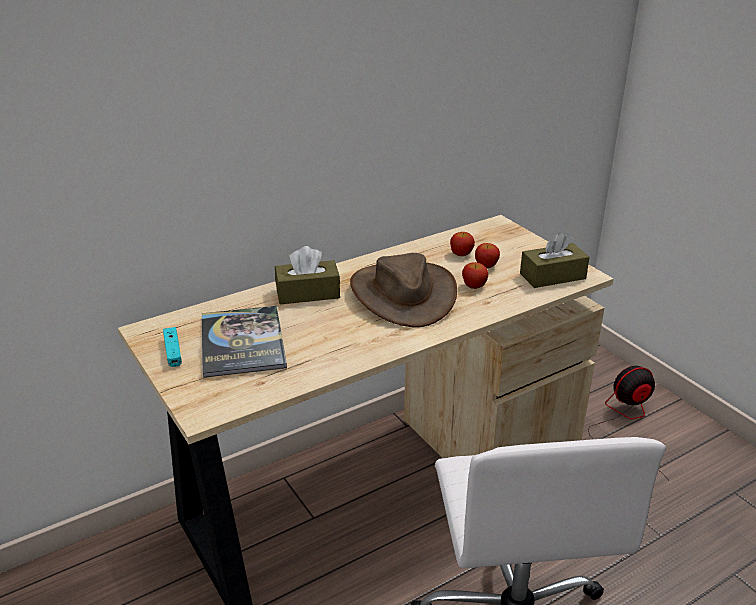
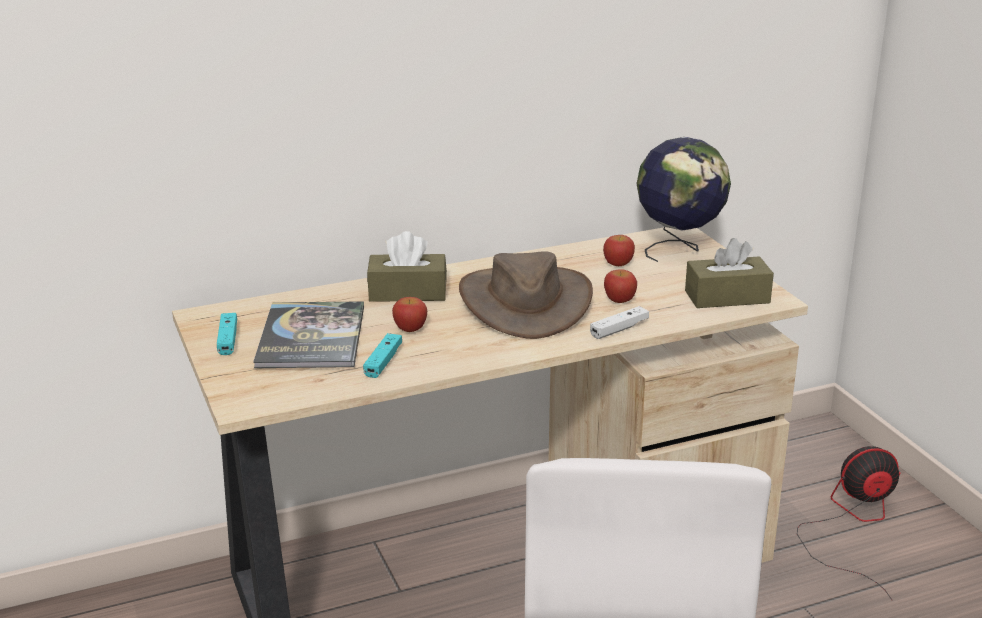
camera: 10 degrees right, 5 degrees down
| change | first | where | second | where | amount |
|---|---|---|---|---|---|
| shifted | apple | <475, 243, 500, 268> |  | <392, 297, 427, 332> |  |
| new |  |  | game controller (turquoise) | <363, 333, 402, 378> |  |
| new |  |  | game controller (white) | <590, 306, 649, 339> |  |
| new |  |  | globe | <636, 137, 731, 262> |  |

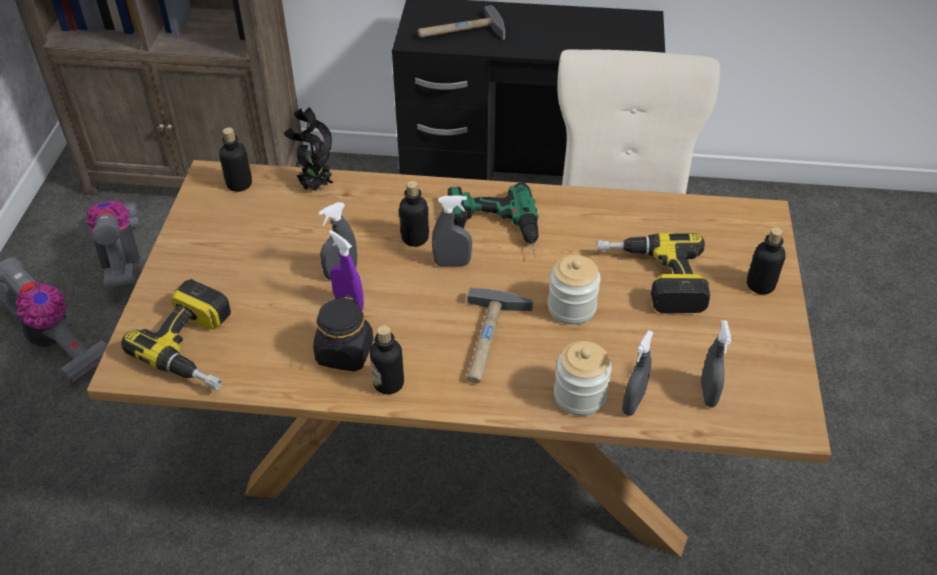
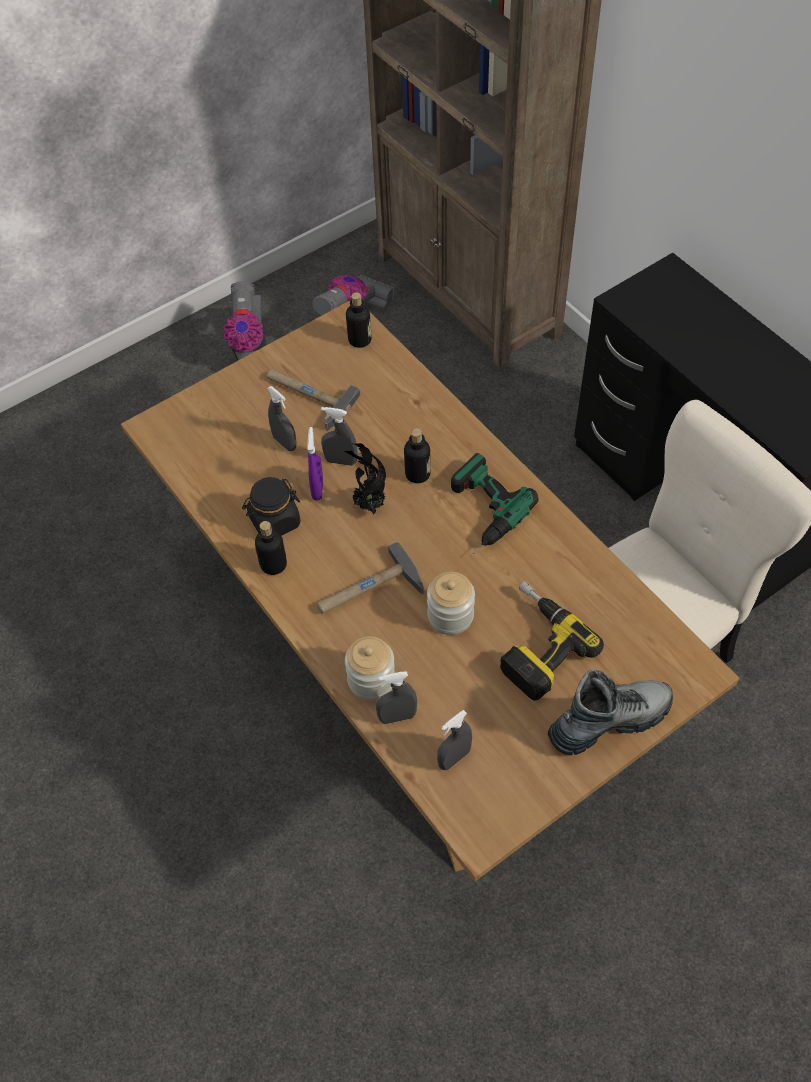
camera: 50 degrees right, 10 degrees up
| change | first | where | second | where | amount |
|---|---|---|---|---|---|
| gone | power drill | <121, 279, 231, 390> |  |  |  |
| shifted | potted plant | <284, 107, 334, 191> |  | <344, 443, 386, 515> |  |
| shifted | hammer | <418, 5, 505, 40> |  | <267, 369, 360, 431> |  |
| shifted | spray bottle (grey) | <432, 195, 472, 266> |  | <267, 386, 297, 451> |  |
| swapped | bottle | <747, 227, 786, 294> | boot | <548, 670, 673, 755> |  |

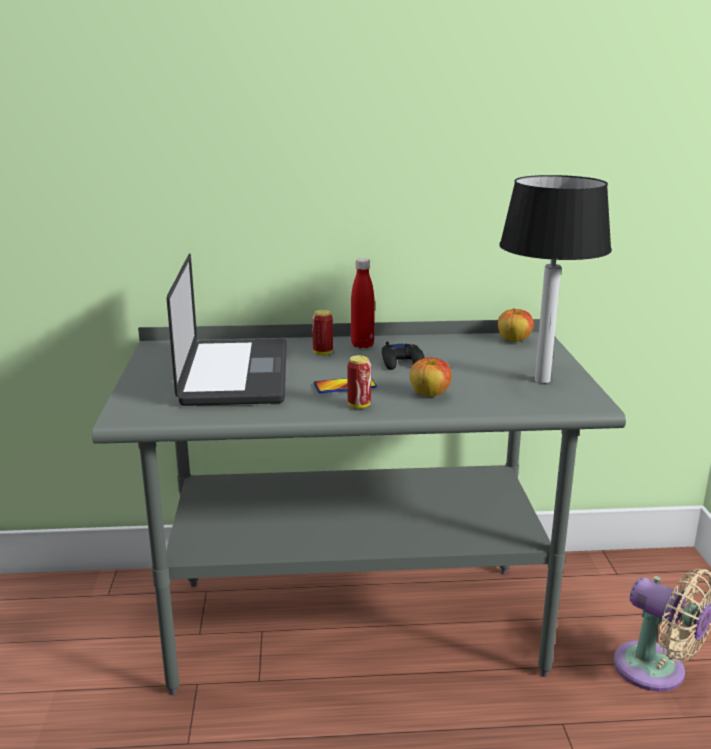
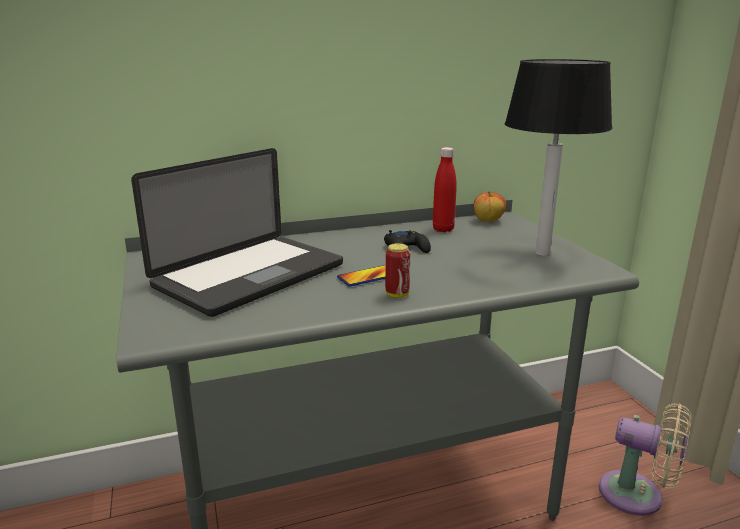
camera: 15 degrees left, 0 degrees up
| change | first | where | second | where | amount |
|---|---|---|---|---|---|
| rotated | laptop | <167, 253, 287, 406> |  | <131, 148, 343, 317> | 60 degrees clockwise |
| gone | can | <312, 310, 333, 355> |  |  |  |
| shifted | bottle (red) | <351, 258, 375, 348> |  | <433, 147, 457, 232> |  |
| gone | apple | <410, 357, 451, 397> |  |  |  |

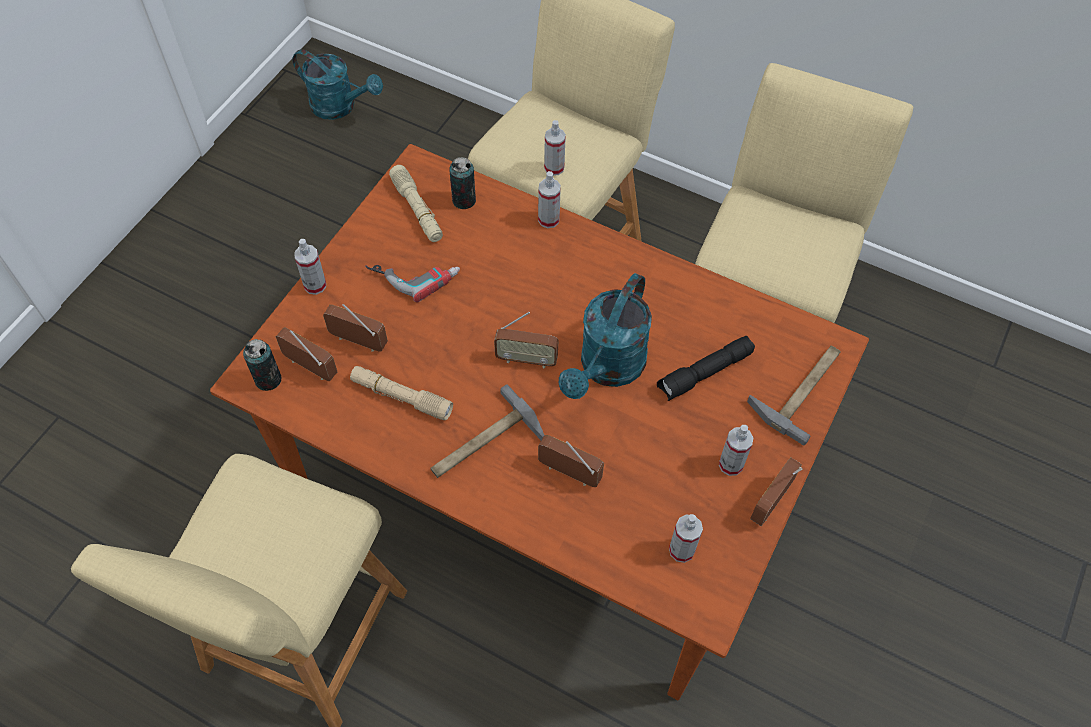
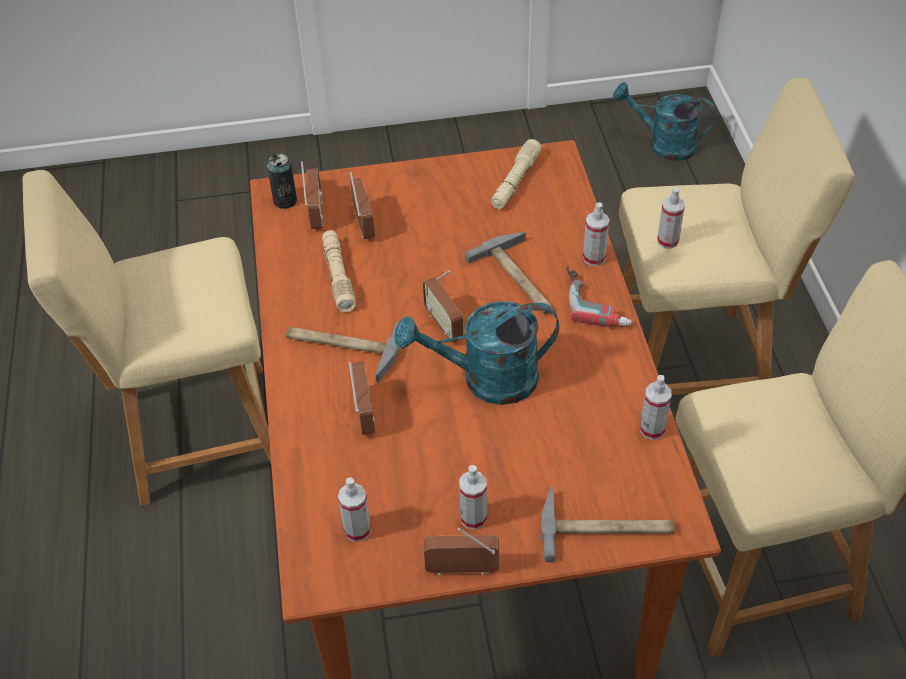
camera: 55 degrees right, 10 degrees down
| change | first | where | second | where | amount |
|---|---|---|---|---|---|
| rotated | watering can (turquoise) | <293, 49, 383, 120> |  | <613, 82, 716, 161> | 120 degrees clockwise |
| shifted | spray bottle | <294, 239, 326, 295> |  | <640, 375, 671, 440> |  |
| shifted | power drill | <365, 265, 460, 303> |  | <566, 266, 632, 327> |  |
| gone | can | <449, 157, 476, 209> |  |  |  |
| gone | flashlight (black) | <657, 336, 755, 401> |  |  |  |
| new |  |  | hammer | <465, 232, 554, 314> |  |

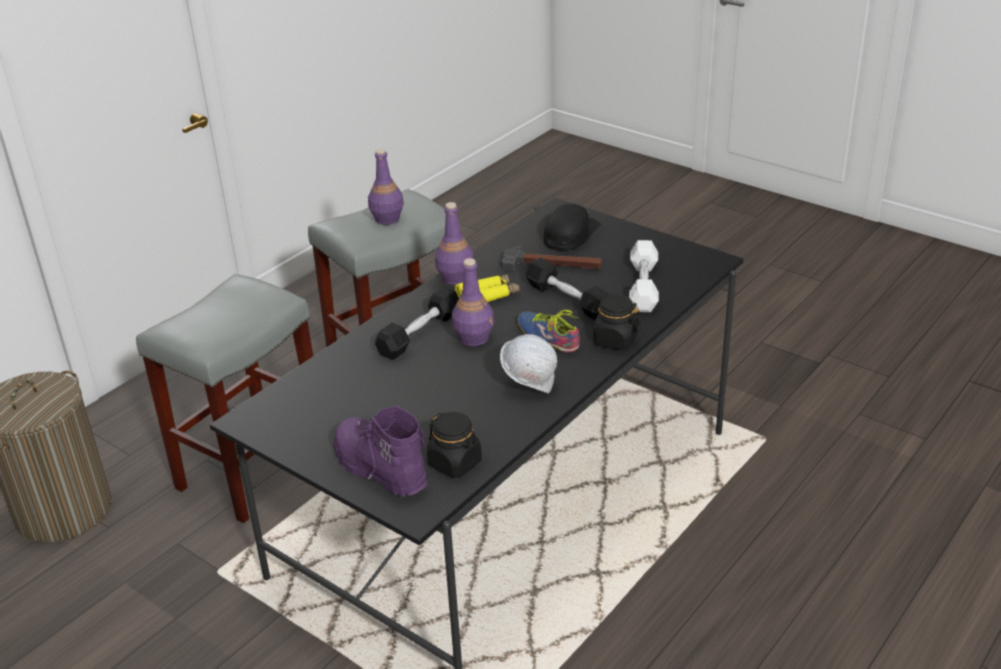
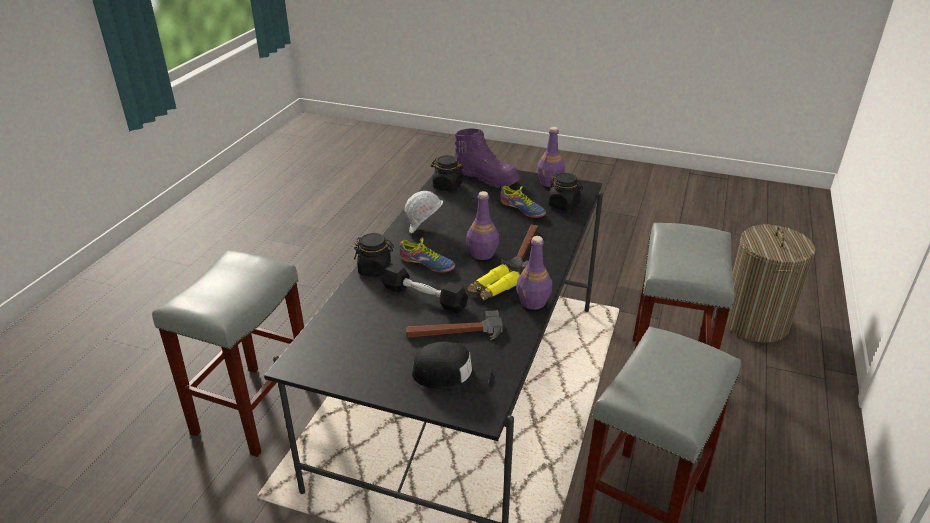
camera: 160 degrees right, 0 degrees up
| change | first | where | second | where | amount |
|---|---|---|---|---|---|
| shifted | bottle (purple) | <368, 148, 404, 225> |  | <537, 127, 565, 187> |  |
| swapped | dumbbell (black) | <375, 287, 459, 360> | hammer | <501, 224, 538, 273> |  |
| rotated | cap (black) | <544, 204, 601, 251> |  | <412, 341, 493, 394> | 90 degrees counterclockwise |
| gone | dumbbell (white) | <629, 240, 659, 312> |  |  |  |
| new |  |  | stool (grey) | <152, 250, 304, 457> |  |
| new |  |  | shoe | <501, 186, 546, 218> |  |
| new |  |  | jar (black) | <548, 173, 583, 211> |  |

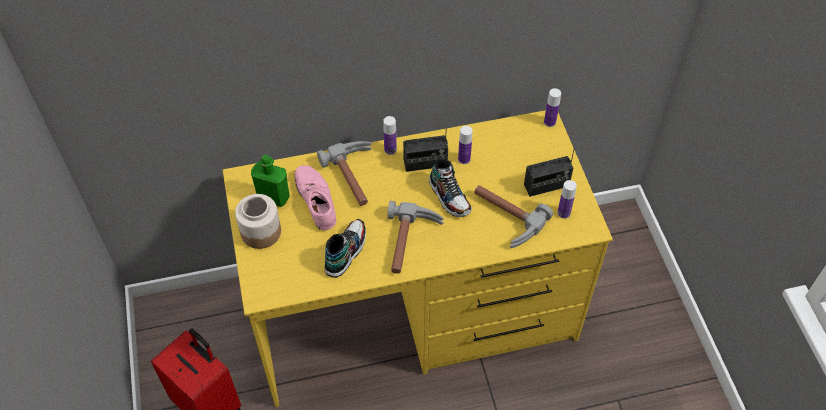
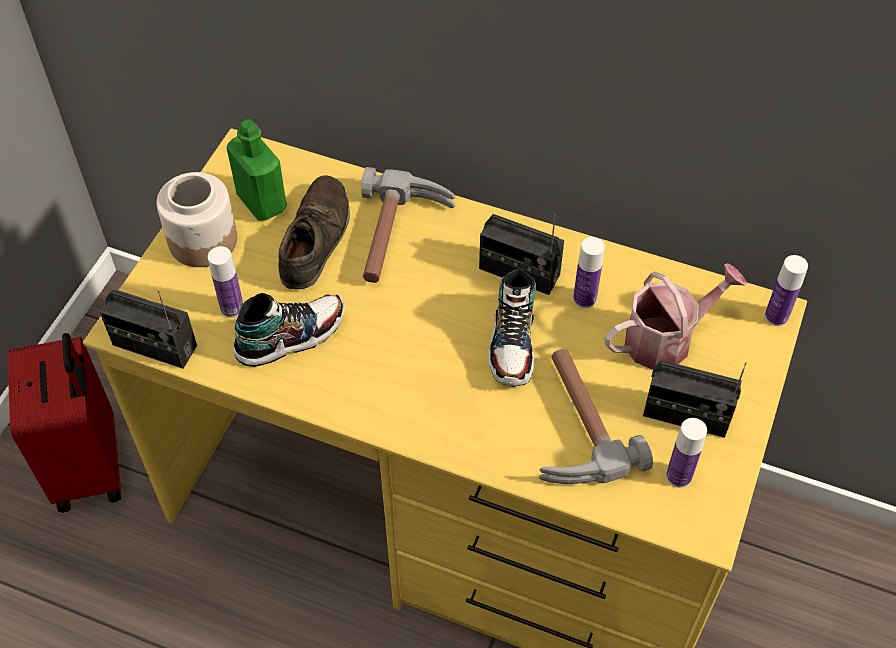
camera: 35 degrees right, 0 degrees up
| change | first | where | second | where | amount |
|---|---|---|---|---|---|
| repainted | shoe (pink) | <295, 165, 336, 230> | shoe (brown) | <278, 175, 350, 289> |  |
| shifted | bottle | <383, 116, 397, 155> |  | <208, 246, 243, 318> |  |
| gone | hammer | <387, 201, 444, 274> |  |  |  |
| new |  |  | radio | <100, 289, 197, 369> |  |
| new |  |  | watering can | <604, 263, 747, 370> |  |

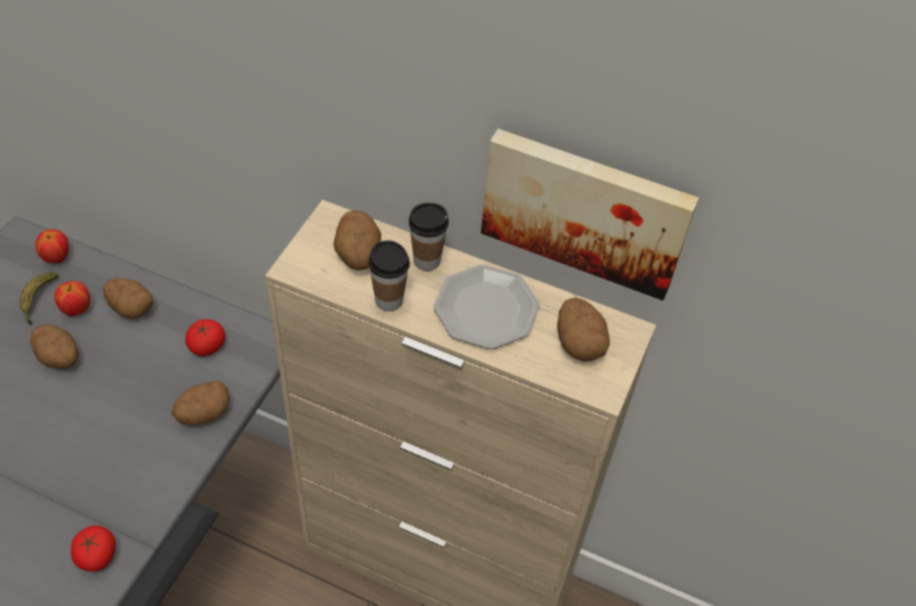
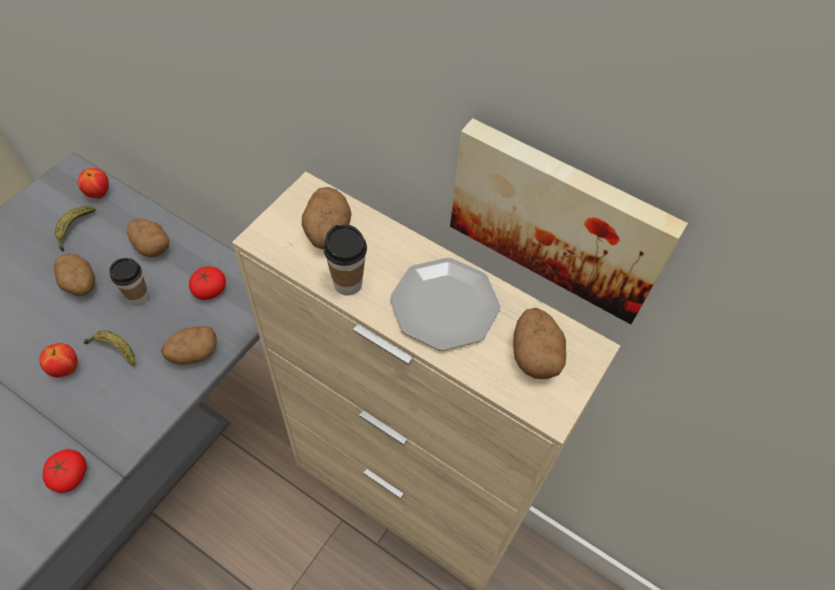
camera: 10 degrees right, 5 degrees up
| change | first | where | second | where | amount |
|---|---|---|---|---|---|
| shifted | apple | <54, 281, 90, 316> |  | <39, 343, 78, 377> |  |
| shifted | cup | <409, 203, 449, 271> |  | <109, 258, 149, 306> |  |
| new |  |  | banana | <84, 330, 135, 366> |  |

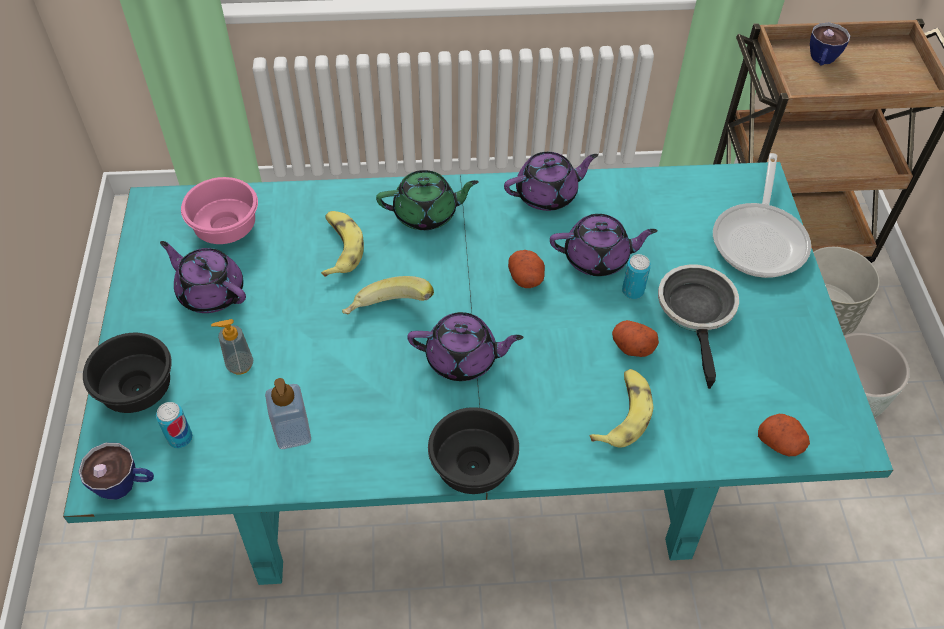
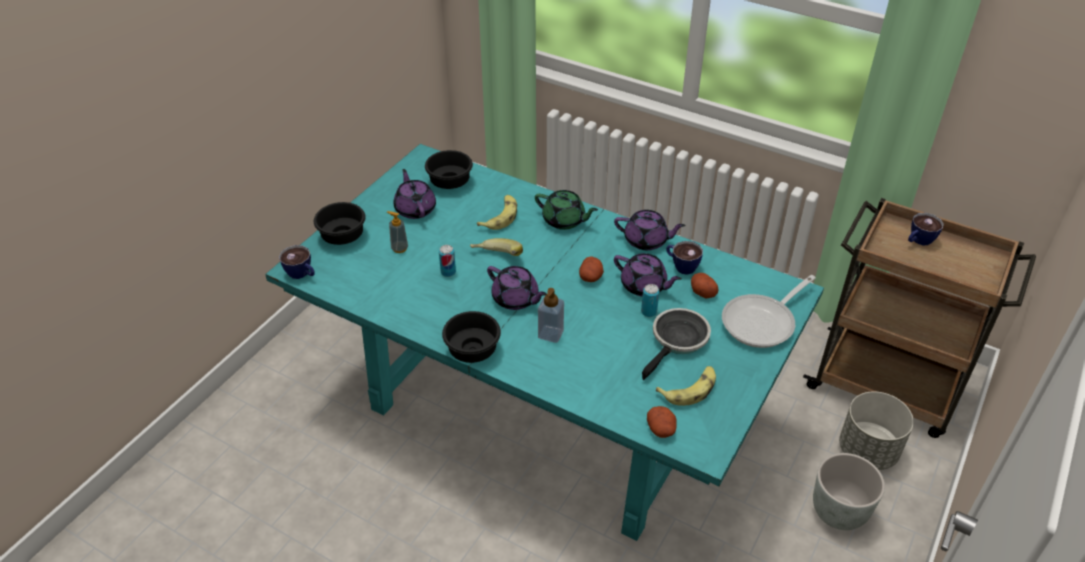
camera: 35 degrees right, 10 degrees down
| change | first | where | second | where | amount |
|---|---|---|---|---|---|
| shifted | can | <156, 402, 193, 448> |  | <439, 245, 456, 277> |  |
| repainted | bowl (pink) | <181, 177, 258, 244> | bowl (black) | <425, 150, 473, 189> |  |
| shifted | soap dispenser | <265, 378, 311, 449> |  | <538, 288, 564, 343> |  |
| shifted | banana | <590, 369, 654, 448> |  | <656, 366, 716, 406> |  |
| shifted | potato | <612, 320, 659, 357> |  | <691, 273, 719, 298> |  |
| new |  |  | cup | <666, 241, 703, 275> |  |

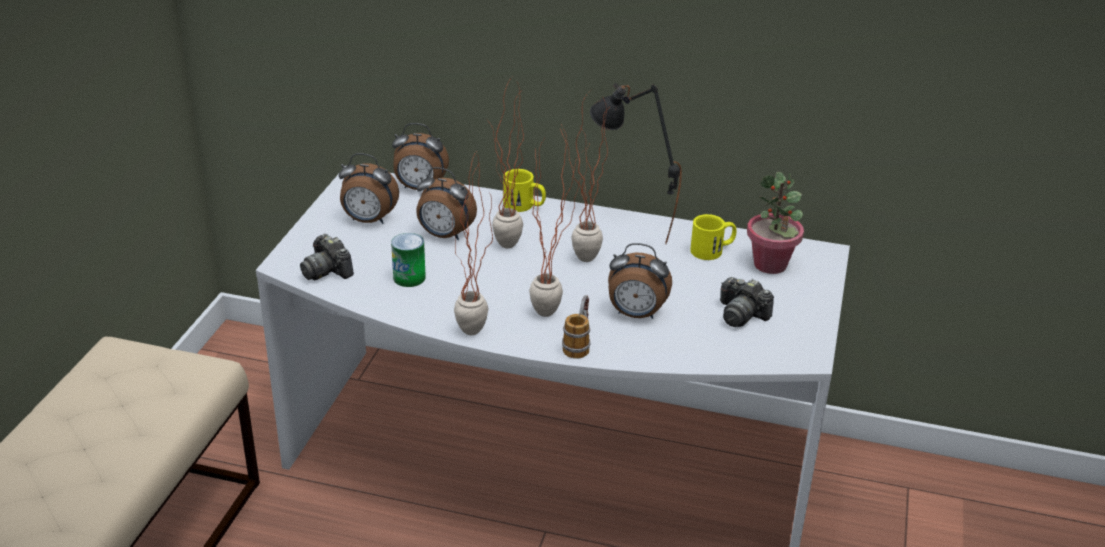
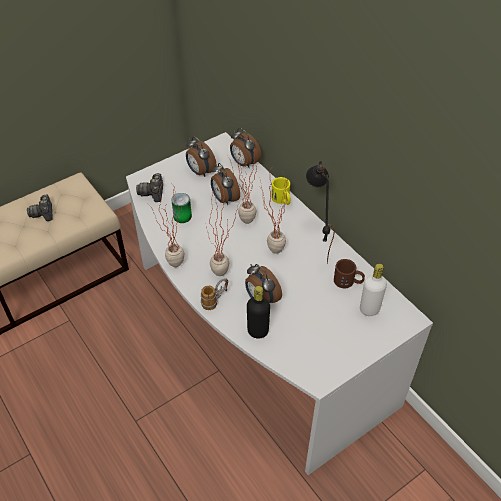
camera: 40 degrees right, 15 degrees up
| change | first | where | second | where | amount |
|---|---|---|---|---|---|
| repainted | mug (yellow) | <690, 214, 736, 260> | mug (brown) | <334, 259, 365, 288> |  |
| shifted | photo camera | <720, 277, 774, 327> |  | <27, 194, 53, 221> |  |
| swapped | potted plant | <747, 172, 804, 274> | bottle (white) | <360, 263, 387, 316> |  |
| new |  |  | bottle (black) | <247, 286, 270, 339> |  |

